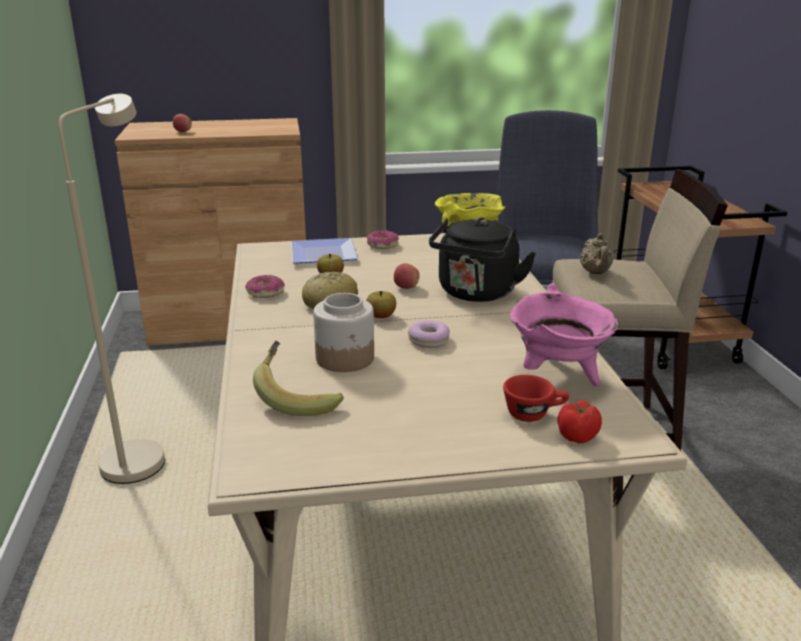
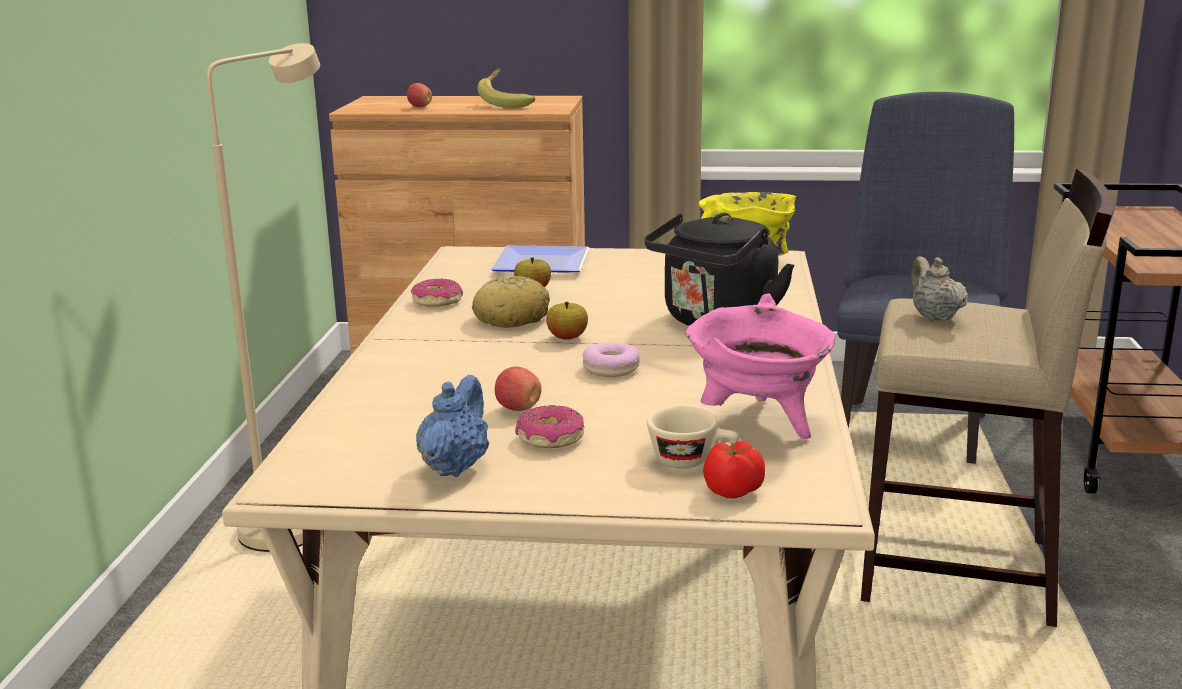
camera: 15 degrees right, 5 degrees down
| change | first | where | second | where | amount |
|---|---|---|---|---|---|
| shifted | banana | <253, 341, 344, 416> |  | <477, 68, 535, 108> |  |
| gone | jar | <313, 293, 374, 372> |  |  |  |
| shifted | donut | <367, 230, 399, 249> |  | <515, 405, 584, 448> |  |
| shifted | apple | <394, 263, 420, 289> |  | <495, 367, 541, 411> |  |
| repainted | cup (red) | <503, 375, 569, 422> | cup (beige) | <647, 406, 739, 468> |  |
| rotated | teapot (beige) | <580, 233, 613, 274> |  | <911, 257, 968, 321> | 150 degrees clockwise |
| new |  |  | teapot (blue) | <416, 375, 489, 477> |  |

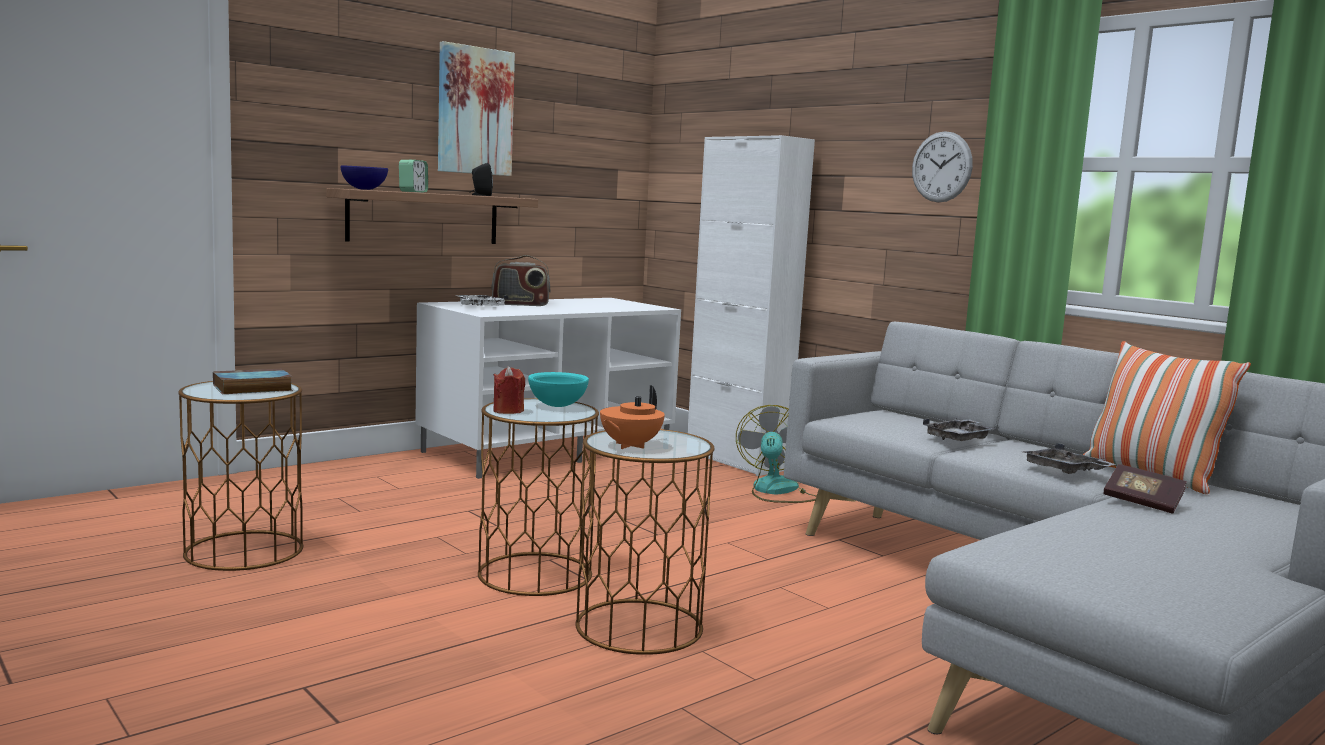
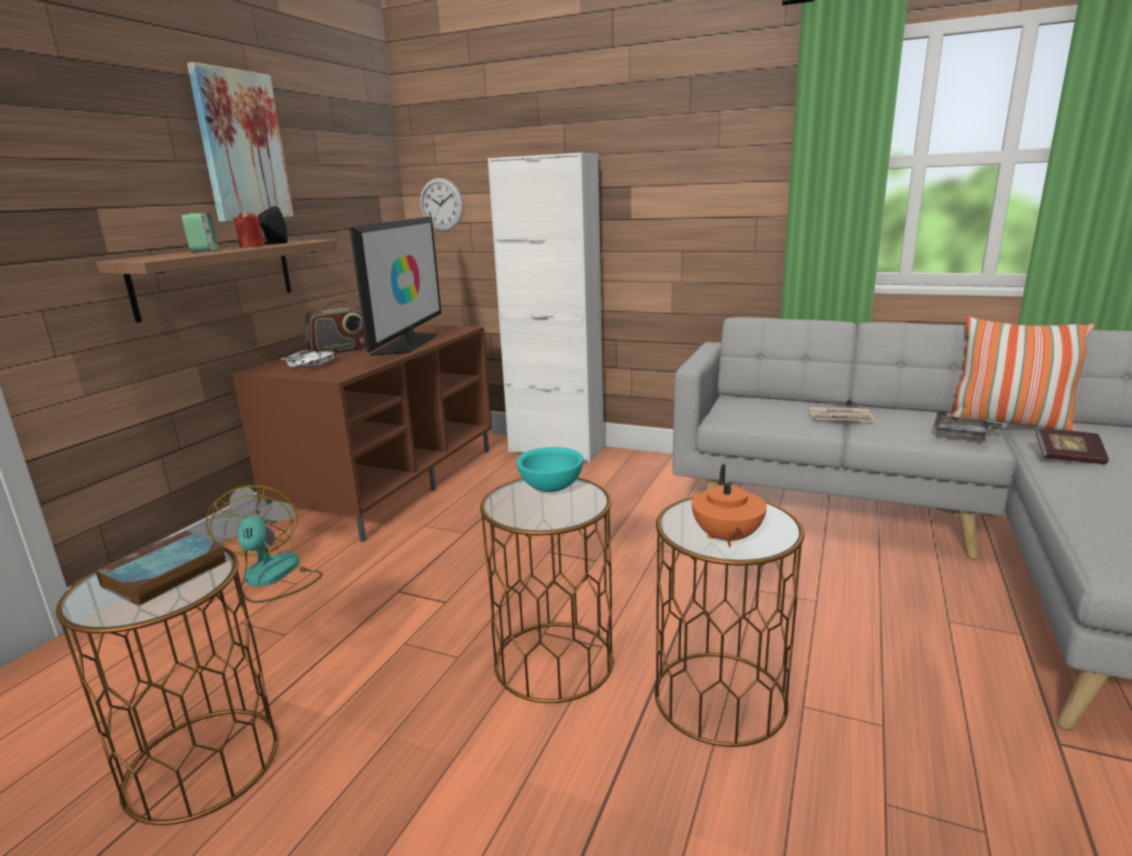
camera: 25 degrees left, 10 degrees up
| change | first | where | second | where | amount |
|---|---|---|---|---|---|
| gone | bowl (blue) | <340, 166, 388, 190> |  |  |  |
| repainted | tv stand (white) | <415, 298, 681, 479> | tv stand (brown) | <232, 324, 492, 542> |  |
| shifted | candle (red) | <493, 366, 525, 414> |  | <233, 210, 265, 248> |  |
| shifted | fan | <736, 405, 816, 503> |  | <206, 485, 323, 603> |  |
| shifted | wall clock | <912, 131, 973, 203> |  | <420, 178, 464, 231> |  |
| swapped | tray (grey) | <923, 418, 995, 441> | newspaper | <809, 407, 875, 422> |  |
| new |  |  | television | <350, 216, 442, 356> |  |

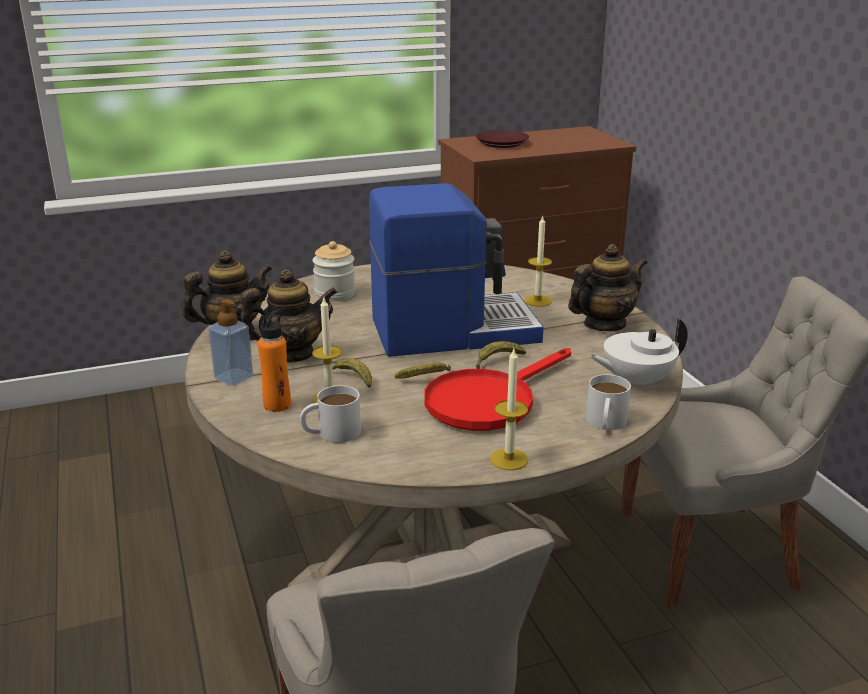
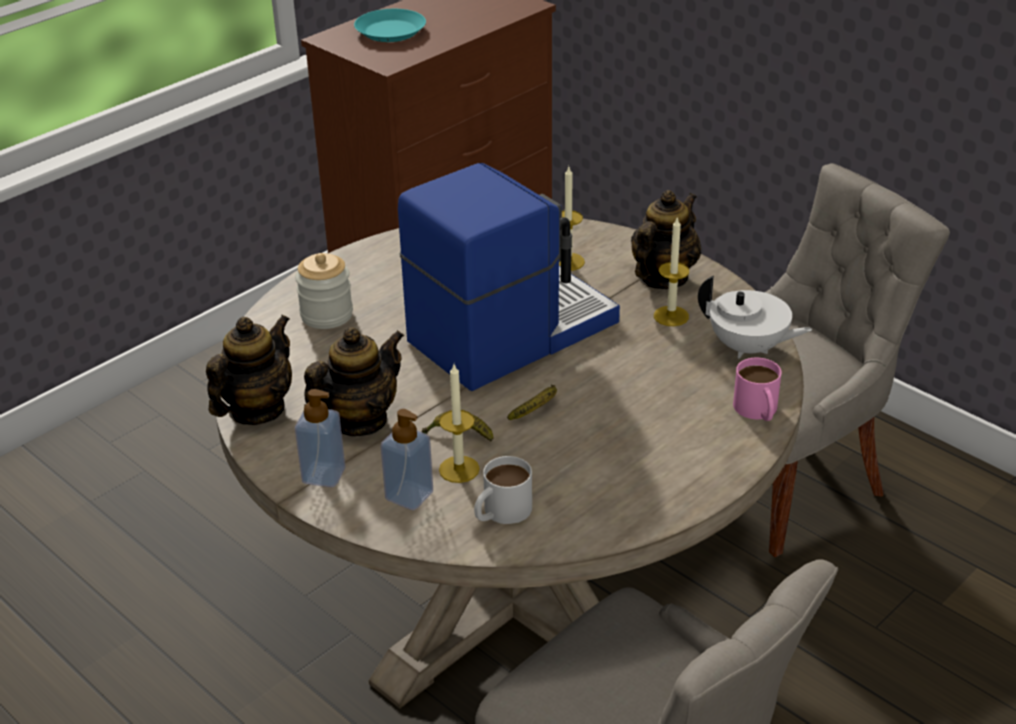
camera: 25 degrees left, 10 degrees up
| change | first | where | second | where | amount |
|---|---|---|---|---|---|
| swapped | bottle (orange) | <258, 309, 291, 412> | soap dispenser | <380, 409, 433, 510> |  |
| gone | frying pan (red) | <424, 348, 571, 431> |  |  |  |
| repainted | plate (brown) | <476, 130, 529, 148> | plate (turquoise) | <354, 9, 426, 42> |  |
| gone | banana | <476, 341, 526, 369> |  |  |  |
| shifted | candle | <490, 349, 528, 470> |  | <654, 216, 689, 326> |  |
| repainted | mug (white) | <586, 374, 631, 430> | mug (pink) | <733, 358, 782, 421> |  |
| rotated | teapot (white) | <589, 318, 688, 390> |  | <698, 276, 812, 359> | 105 degrees counterclockwise |

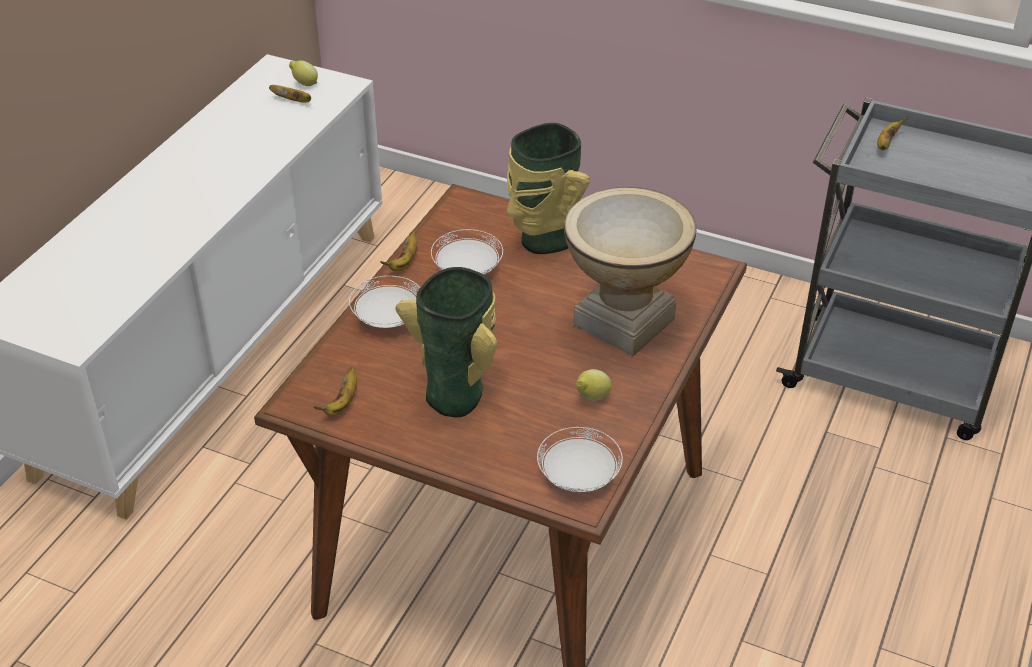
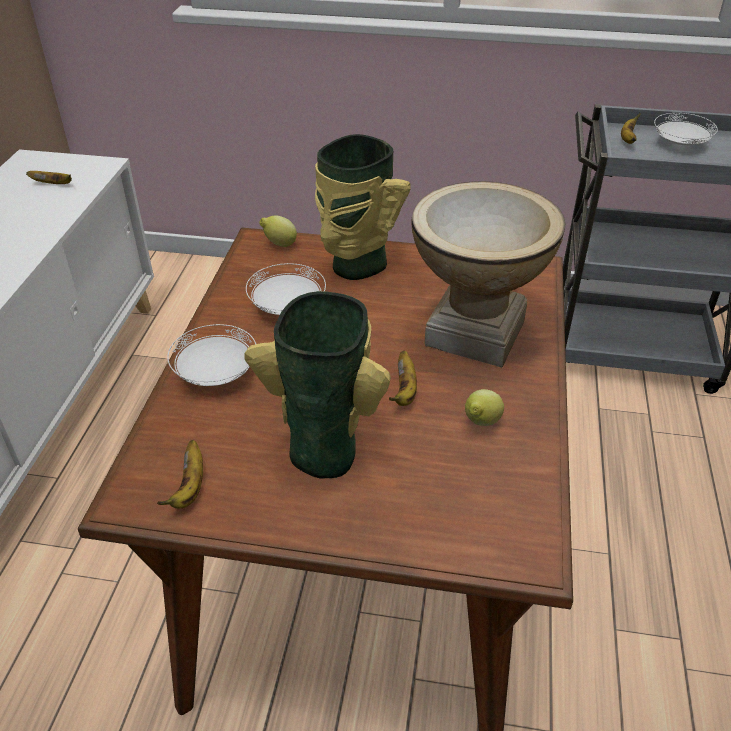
camera: 15 degrees left, 0 degrees up
| change | first | where | second | where | amount |
|---|---|---|---|---|---|
| shifted | lemon | <289, 61, 318, 86> |  | <259, 216, 297, 247> |  |
| shifted | banana | <380, 231, 417, 271> |  | <389, 351, 417, 406> |  |
| shifted | plate (white) | <537, 427, 623, 492> |  | <654, 113, 718, 145> |  |

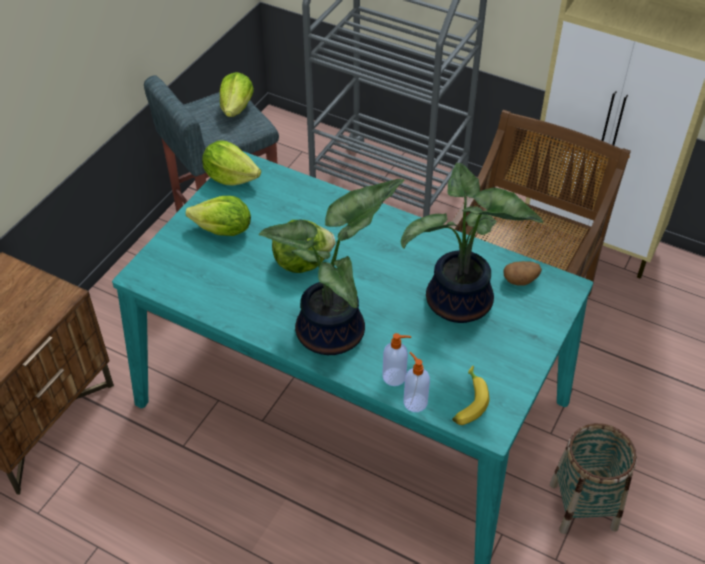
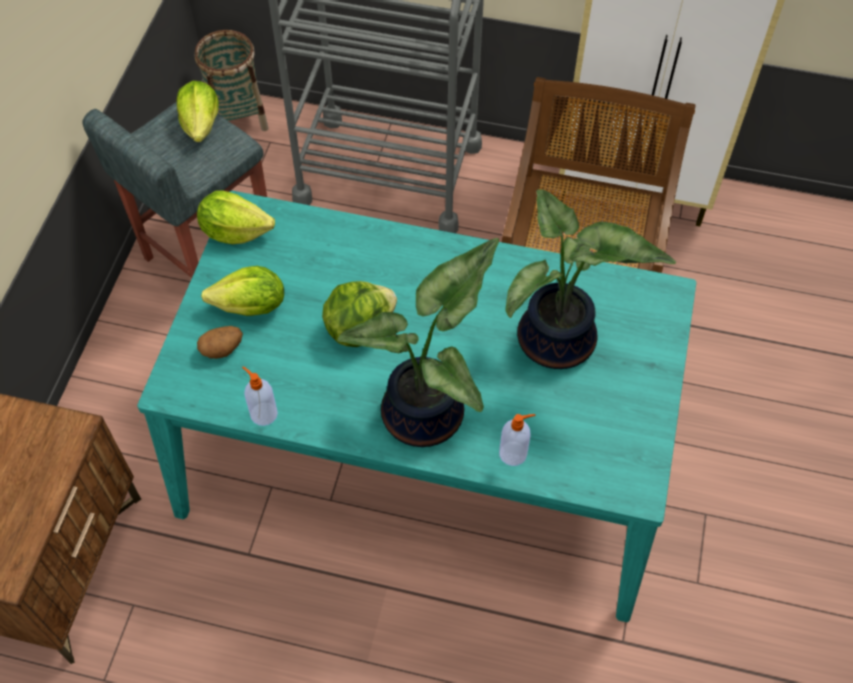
camera: 15 degrees left, 10 degrees up
| change | first | where | second | where | amount |
|---|---|---|---|---|---|
| shifted | soap dispenser | <404, 352, 430, 412> |  | <242, 366, 278, 426> |  |
| gone | banana | <452, 366, 489, 425> |  |  |  |
| shifted | potato | <503, 261, 542, 286> |  | <197, 326, 243, 359> |  |
| shifted | basket | <550, 423, 637, 534> |  | <194, 30, 269, 131> |  |

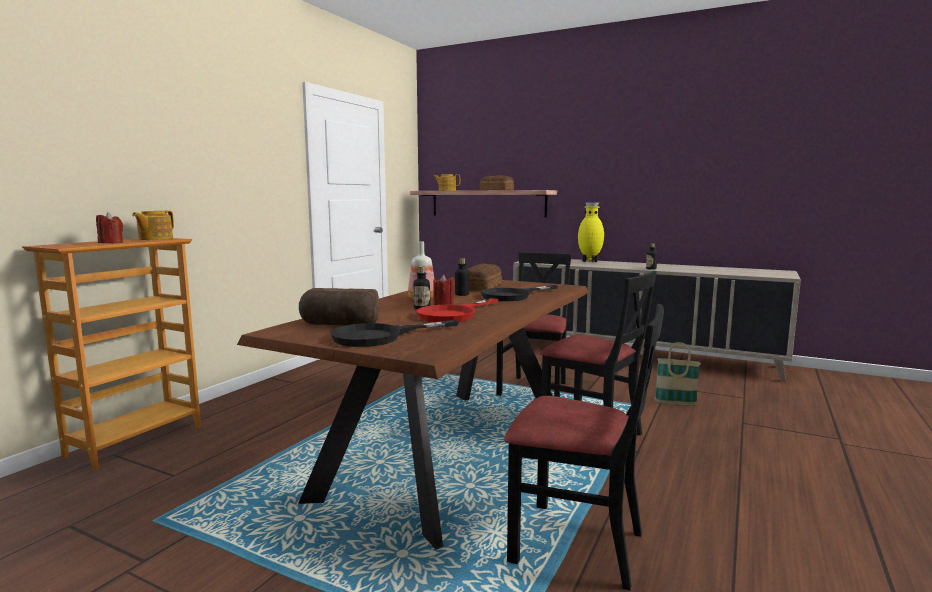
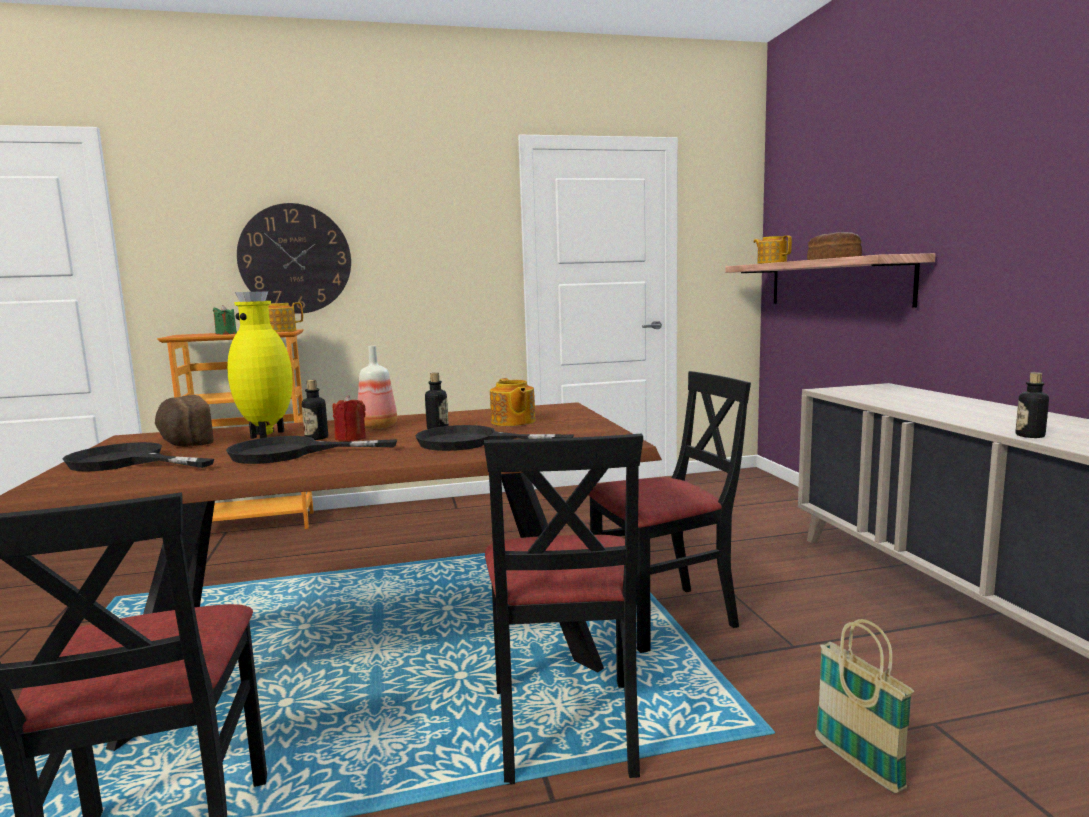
camera: 50 degrees right, 0 degrees up
| change | first | where | second | where | amount |
|---|---|---|---|---|---|
| repainted | candle (red) | <96, 212, 123, 243> | candle (green) | <213, 305, 237, 335> |  |
| repainted | frying pan (red) | <416, 298, 498, 322> | frying pan (black) | <226, 436, 397, 464> |  |
| swapped | bread | <467, 263, 502, 291> | teapot | <490, 378, 536, 426> |  |
| shifted | vase (yellow) | <578, 202, 604, 262> |  | <227, 291, 293, 439> |  |
| new |  |  | wall clock | <237, 203, 351, 314> |  |

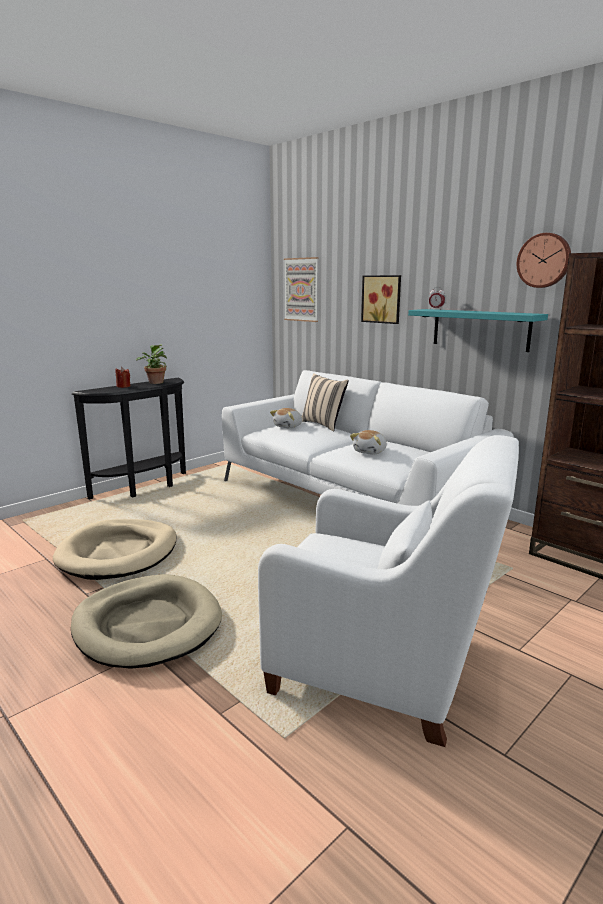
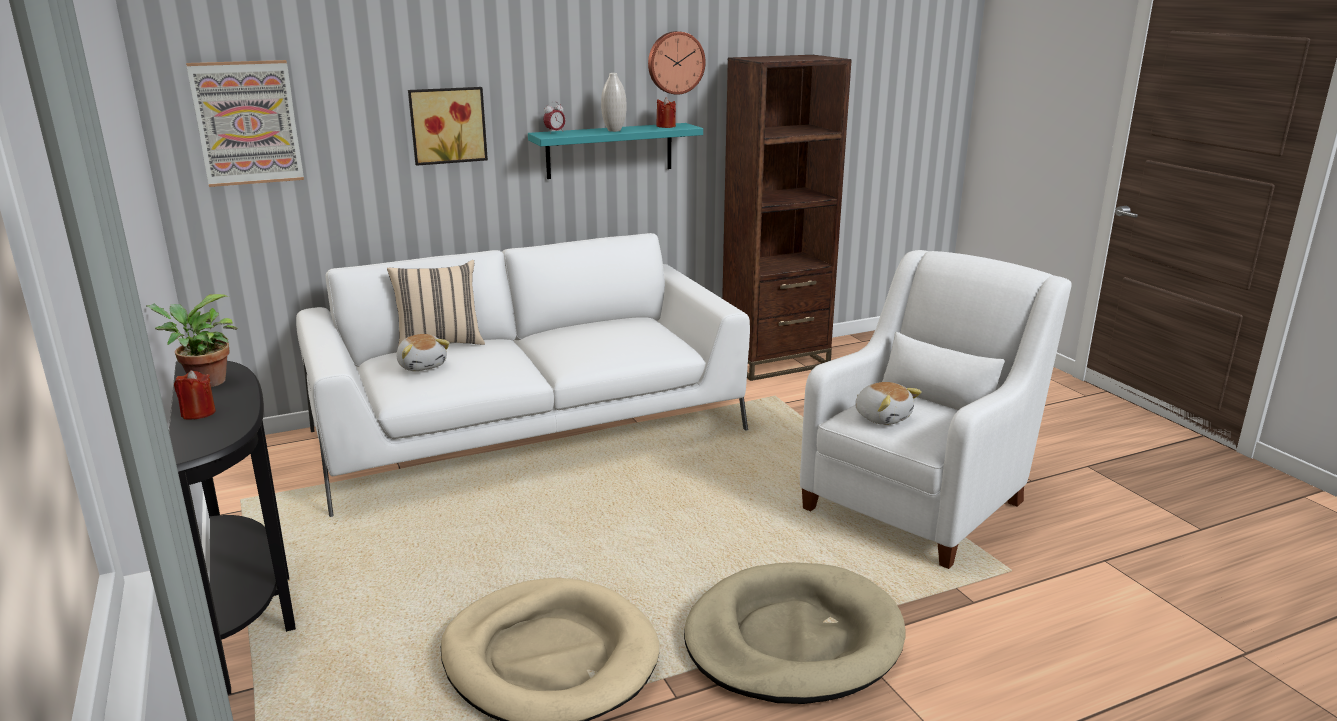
camera: 70 degrees left, 5 degrees up
| change | first | where | second | where | amount |
|---|---|---|---|---|---|
| shifted | plush toy | <350, 430, 387, 455> |  | <855, 382, 922, 425> |  |
| new |  |  | vase (white) | <601, 73, 626, 132> |  |
| new |  |  | candle (red) | <656, 97, 676, 128> |  |

